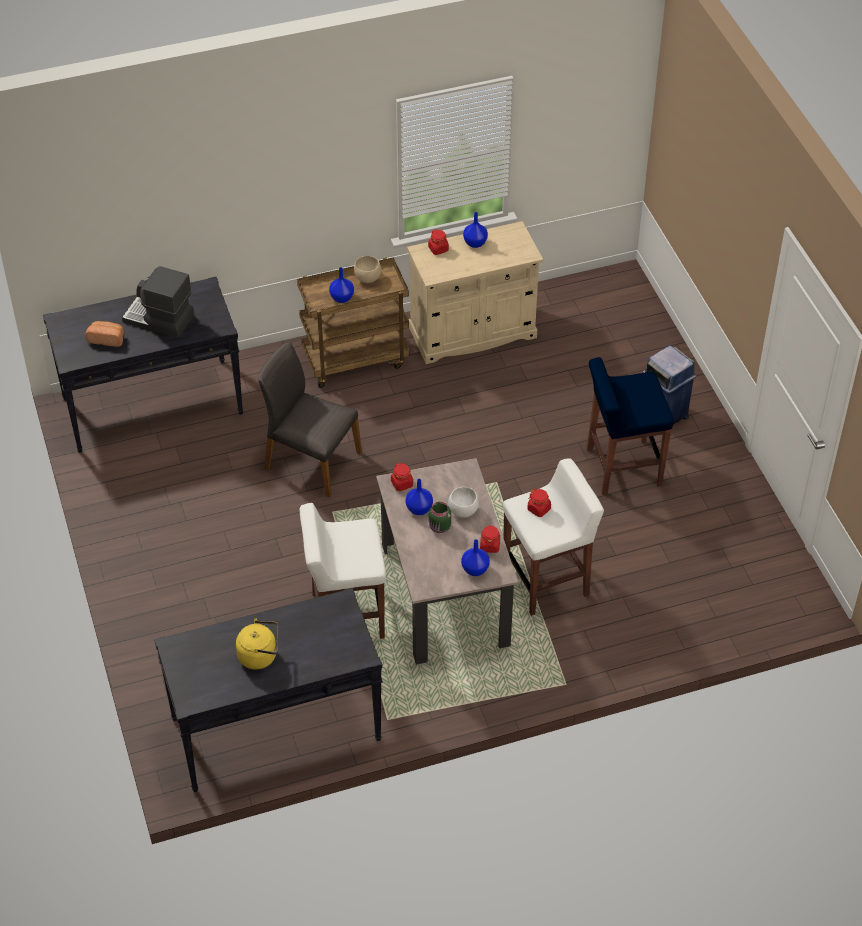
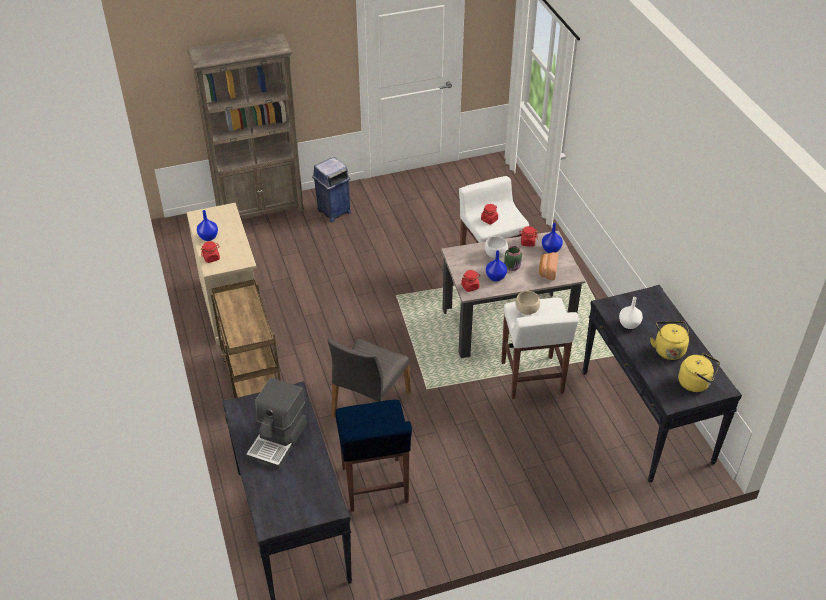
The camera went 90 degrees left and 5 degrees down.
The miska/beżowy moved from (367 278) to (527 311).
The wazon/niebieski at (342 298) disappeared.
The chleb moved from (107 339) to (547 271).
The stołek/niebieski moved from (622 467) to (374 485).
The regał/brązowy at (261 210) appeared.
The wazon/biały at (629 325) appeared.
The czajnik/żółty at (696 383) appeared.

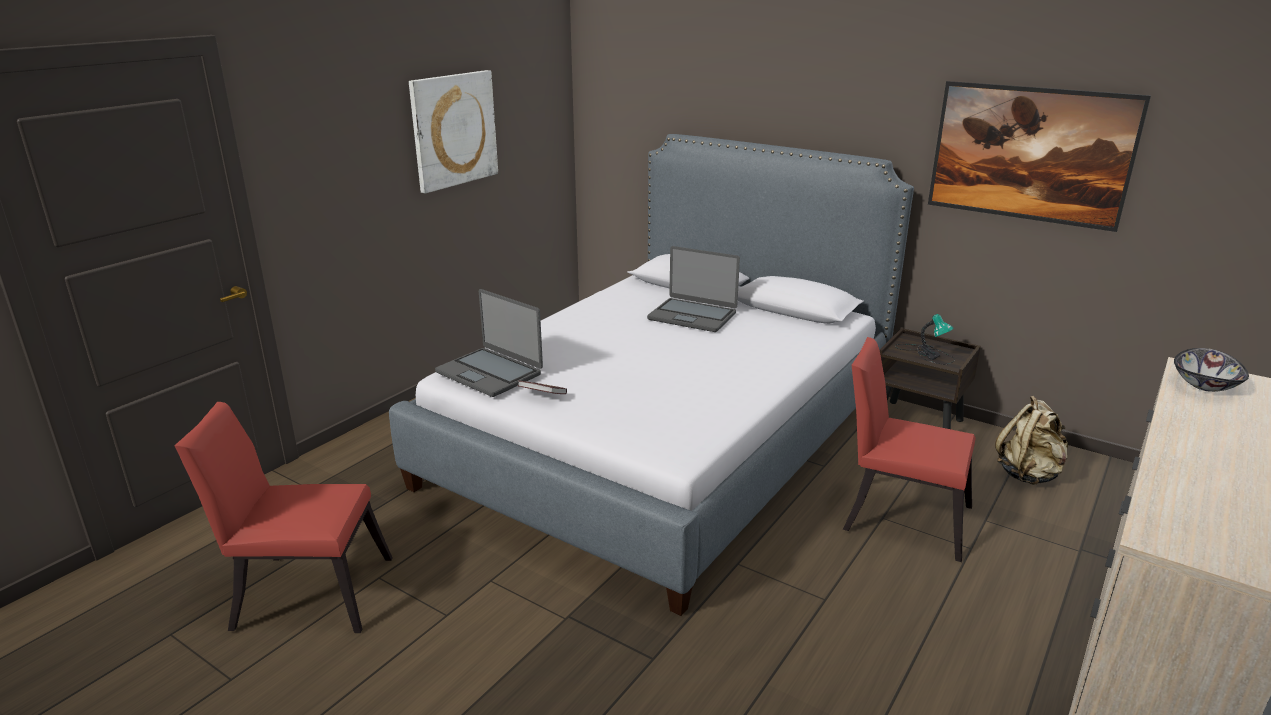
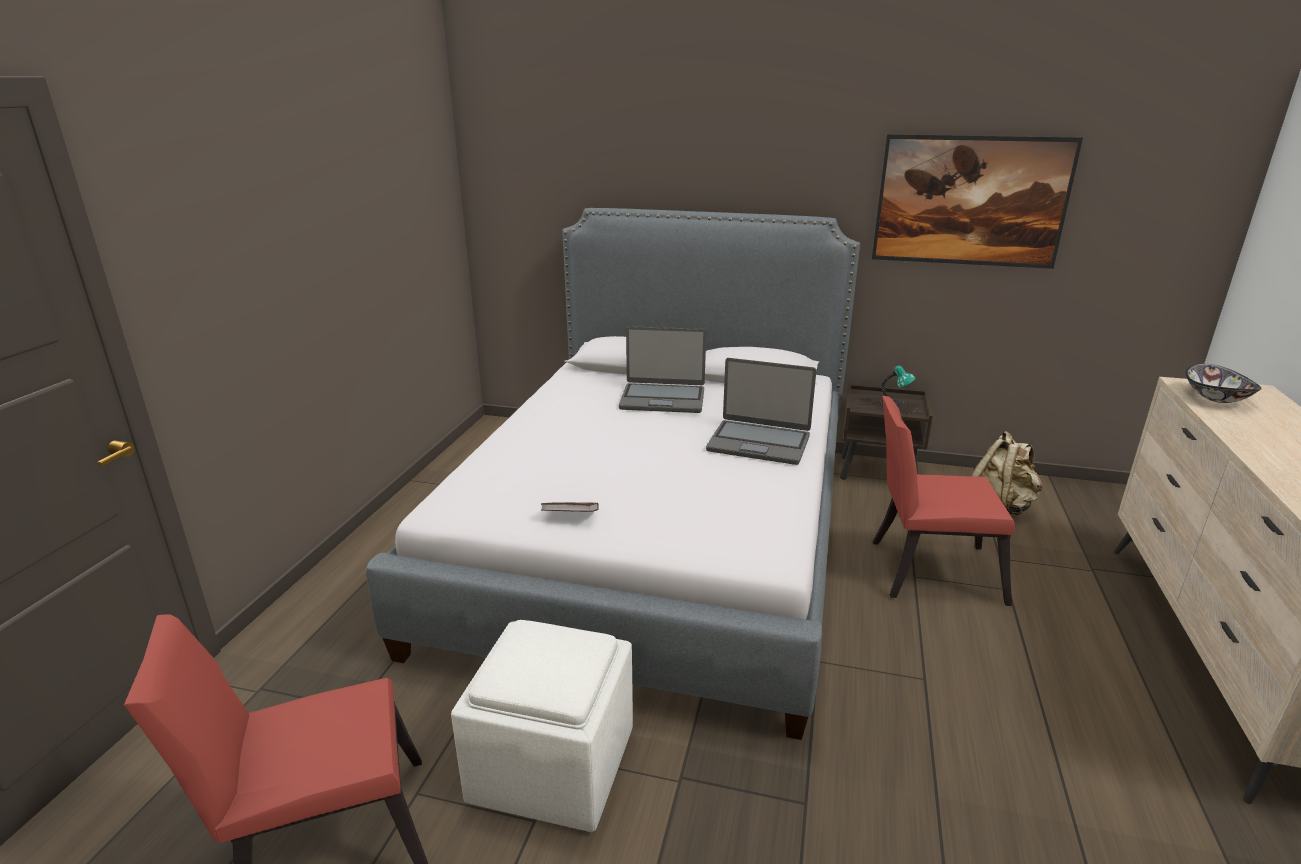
The camera went 20 degrees left and 0 degrees up.
The obraz at (453 130) disappeared.
The laptop moved from (490 373) to (759 443).
The pufa/biały at (555 765) appeared.

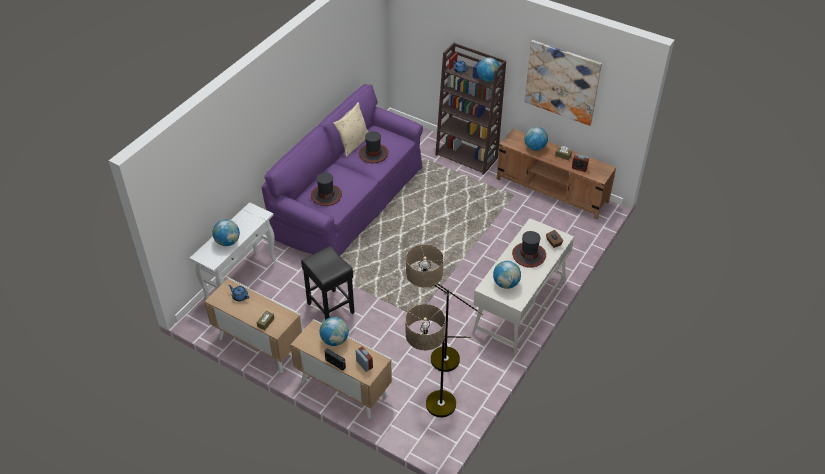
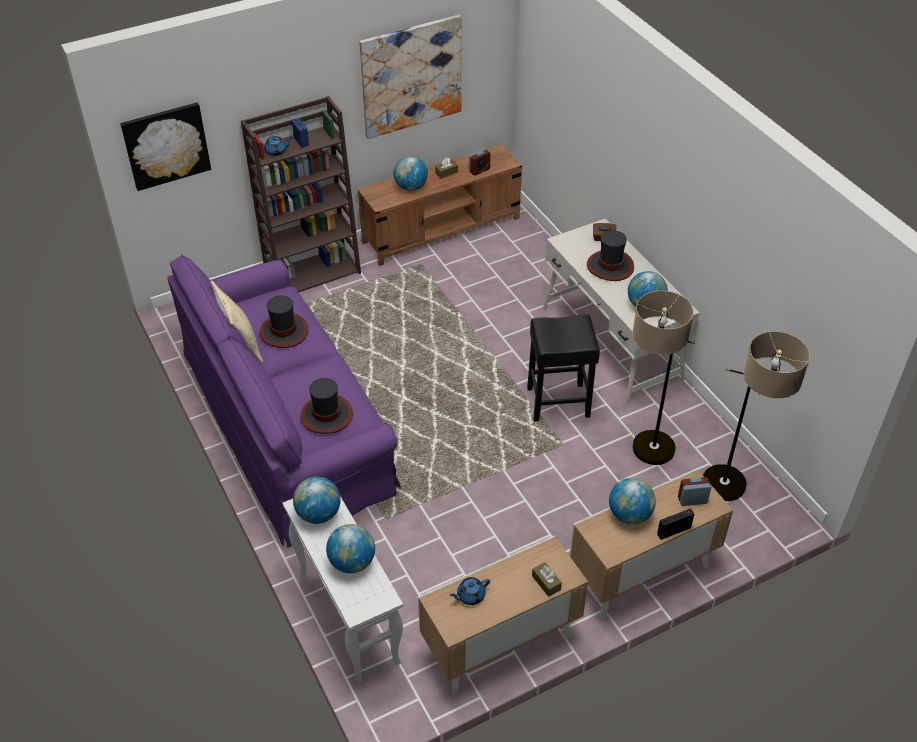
The camera went 60 degrees left and 0 degrees up.
The globus moved from (488 79) to (318 514).
The stołek/czarny moved from (331 308) to (559 402).
The obraz at (166 145) appeared.

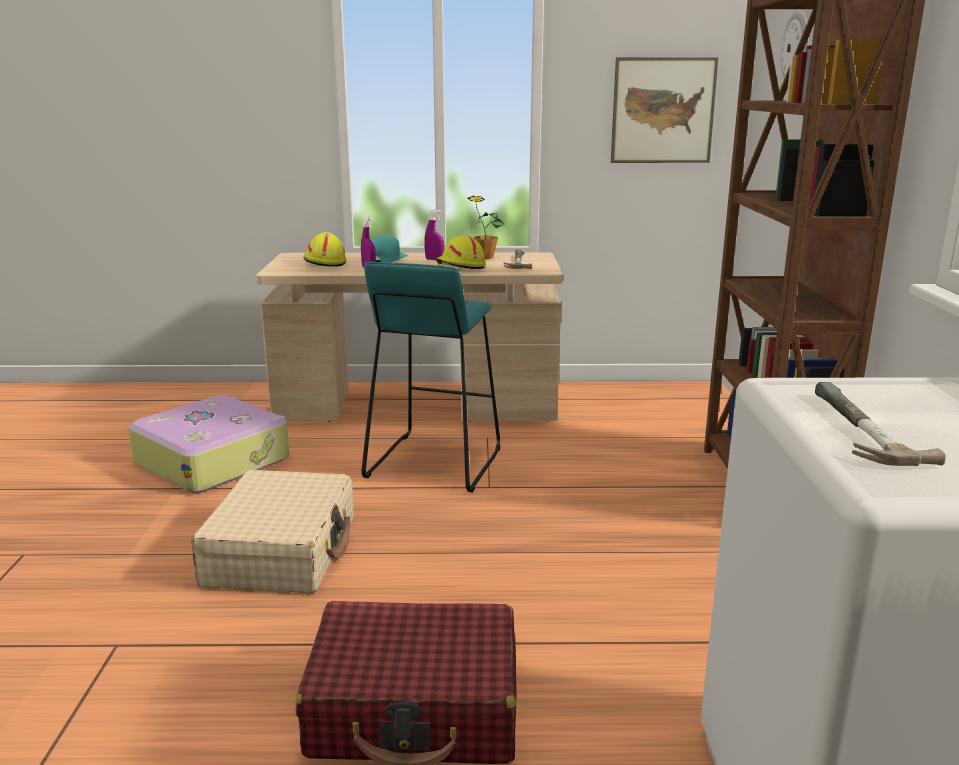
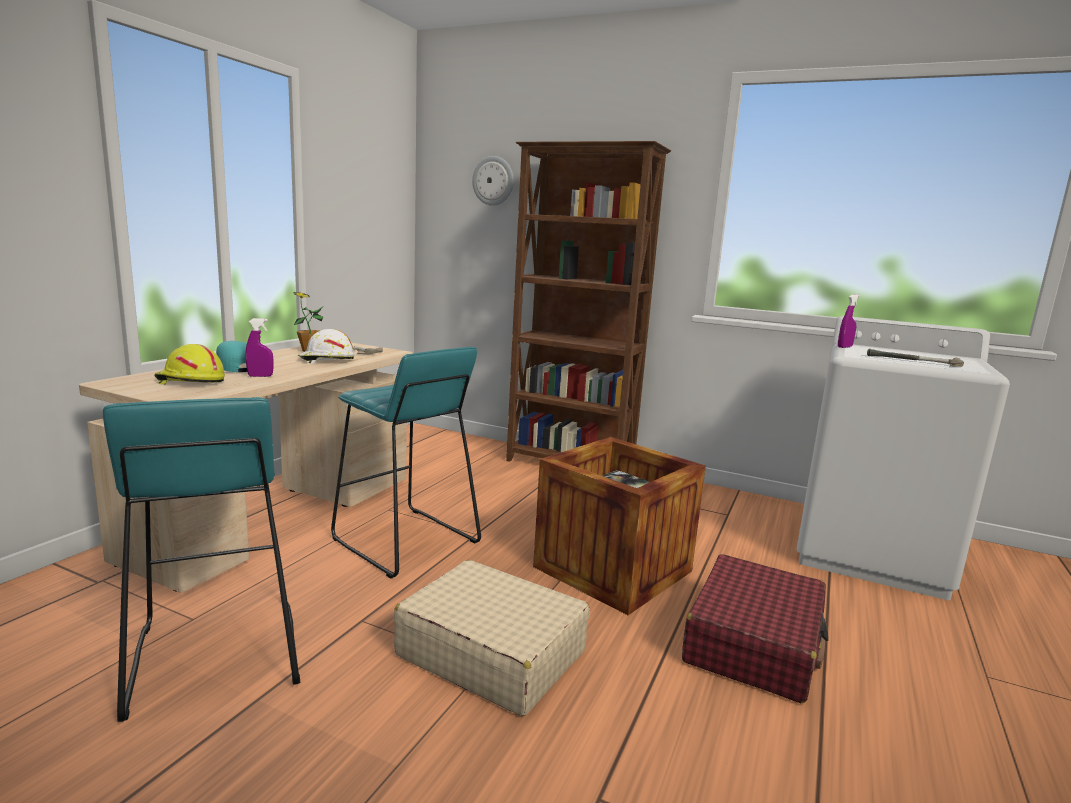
The camera went 65 degrees left and 5 degrees down.
The obraz at (663 111) disappeared.
The spryskiwacz/fioletowy moved from (434 259) to (844 347).
The kask/żółty at (460 266) became the kask/biały at (326 360).
The walizka at (213 460) was replaced by the stołek/turkusowy at (214 657).
The skrzynka at (613 569) appeared.

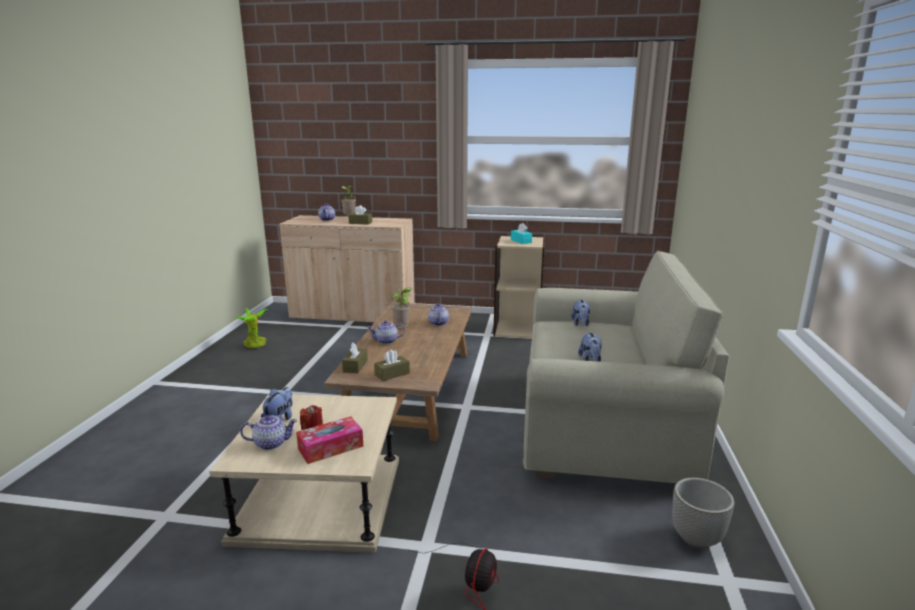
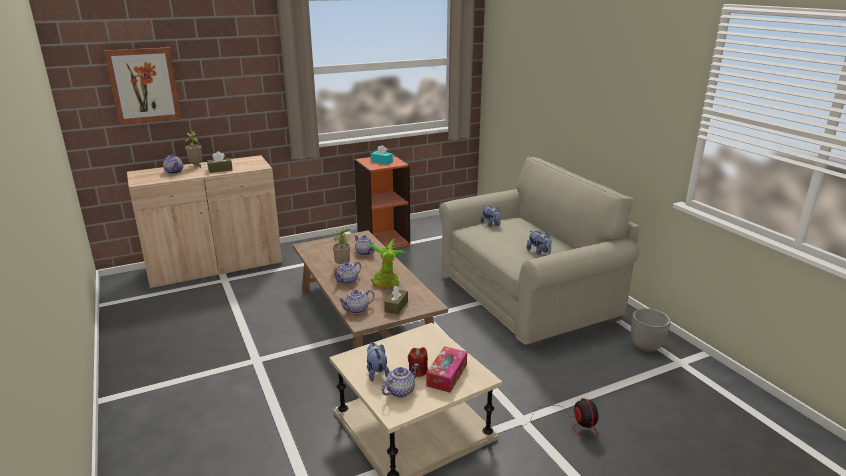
The camera went 35 degrees left and 5 degrees up.
The regał/beżowy at (517 329) became the regał/pomarańczowy at (383 240).
The roślina doniczkowa moved from (255 345) to (386 283).
The pudełko chusteczek/brązowy at (355 366) was replaced by the imbryk at (357 310).
The obraz at (144 85) appeared.

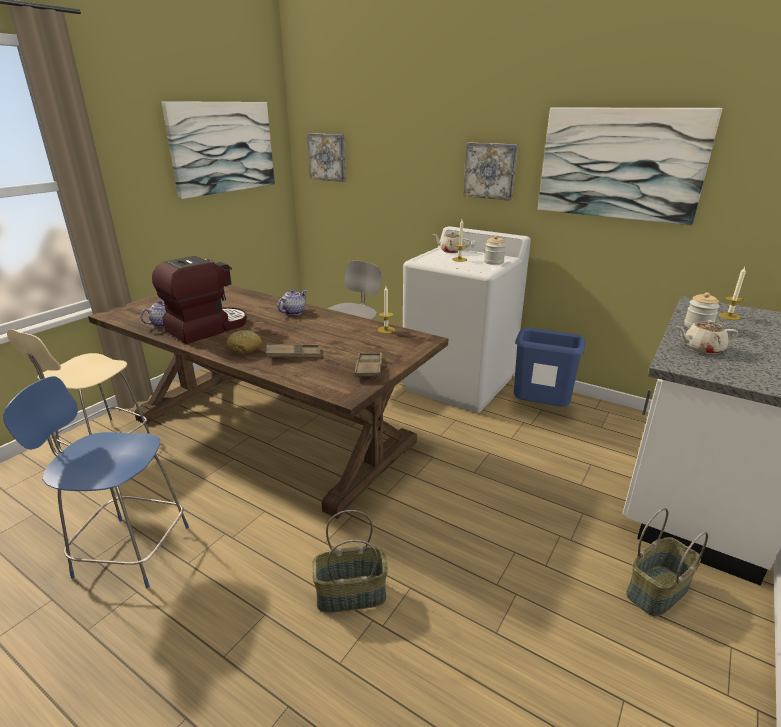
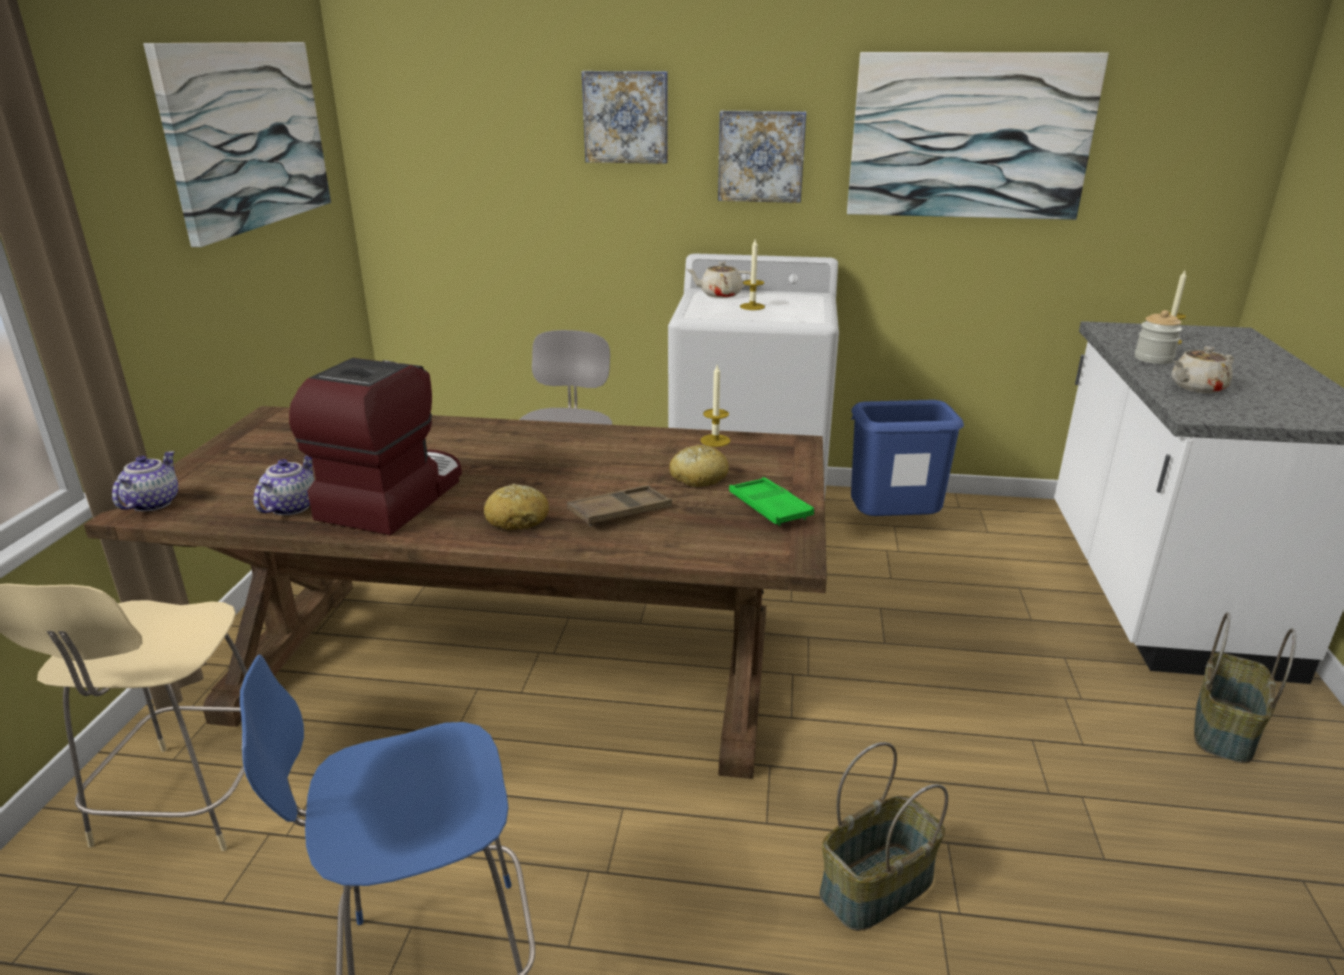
The camera went 25 degrees left and 0 degrees up.
The obraz moved from (328 157) to (626 117).
The słoik at (493 262) disappeared.
The imbryk moved from (293 312) to (152 503).
The taca/brązowy at (369 368) became the taca/zielony at (769 507).
The chleb at (698 477) appeared.

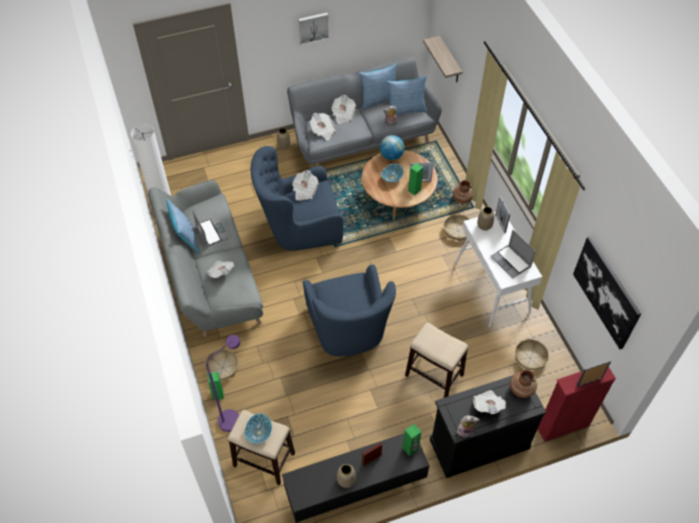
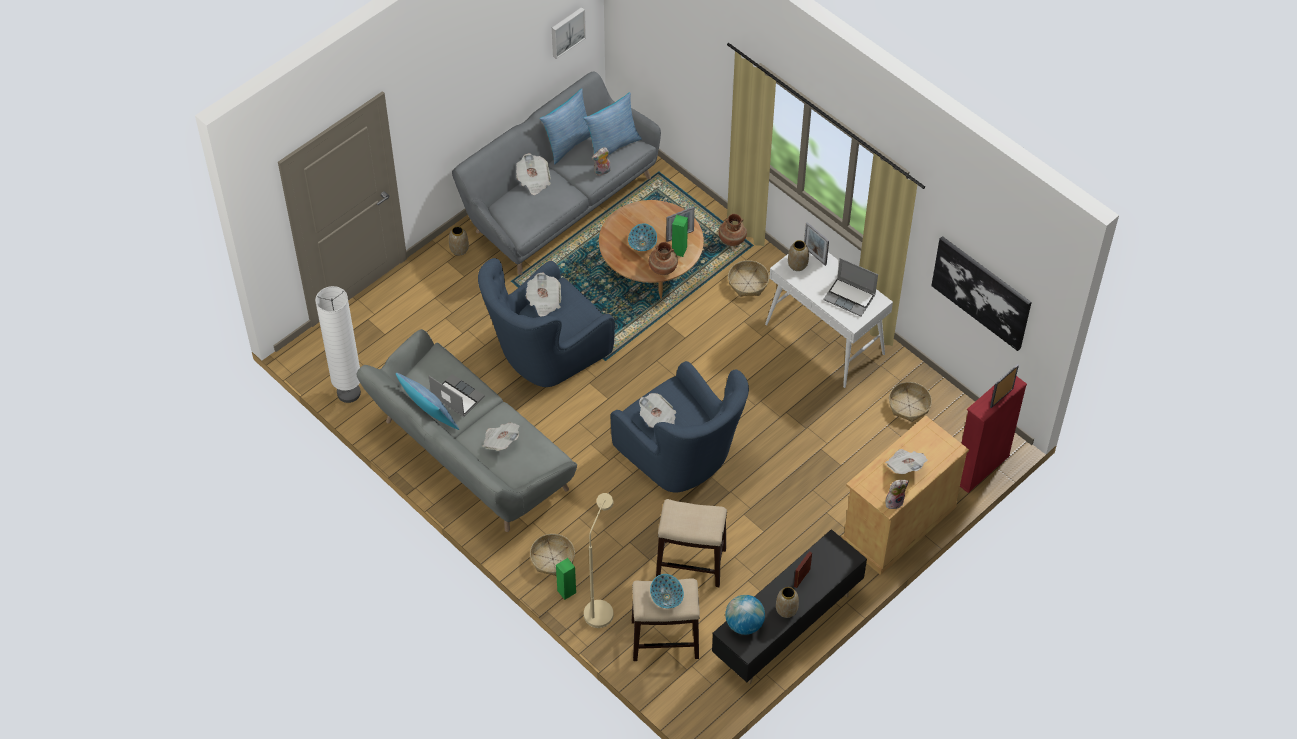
The camera went 25 degrees left and 0 degrees up.
The obraz moved from (313 27) to (567 31).
The półka at (449 61) disappeared.
The gazeta moved from (323 131) to (658 419).
The globus moved from (391 156) to (744 624).
The stołek moved from (433 375) to (690 563).
The lampa stojąca/fioletowy at (234 416) became the lampa stojąca/beżowy at (600 607).
The wazon/brązowy moved from (521 389) to (662 268).
The szafka/czarny at (479 443) became the szafka/beżowy at (898 524).
The głośnik/zielony at (410 449) disappeared.

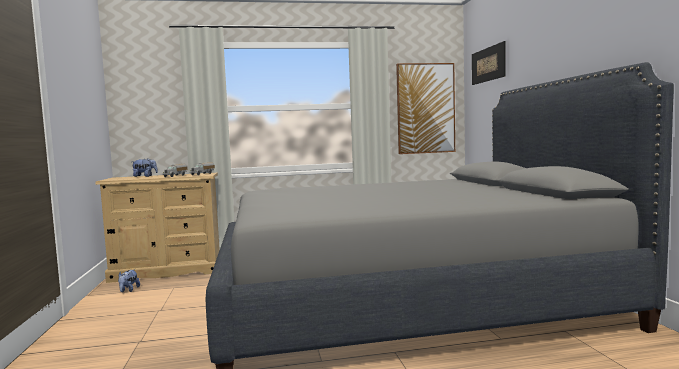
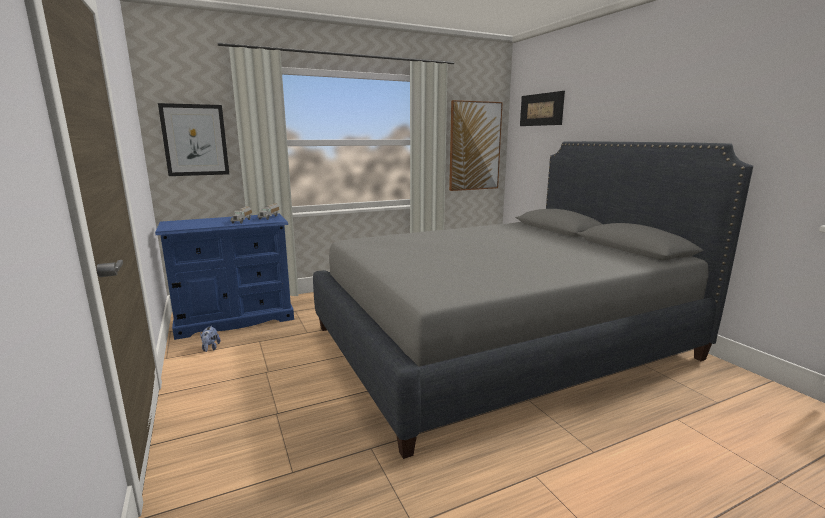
The camera went 15 degrees left and 10 degrees up.
The pluszak at (145 176) disappeared.
The komoda/beżowy at (168 271) became the komoda/niebieski at (235 319).
The obraz at (195 140) appeared.

